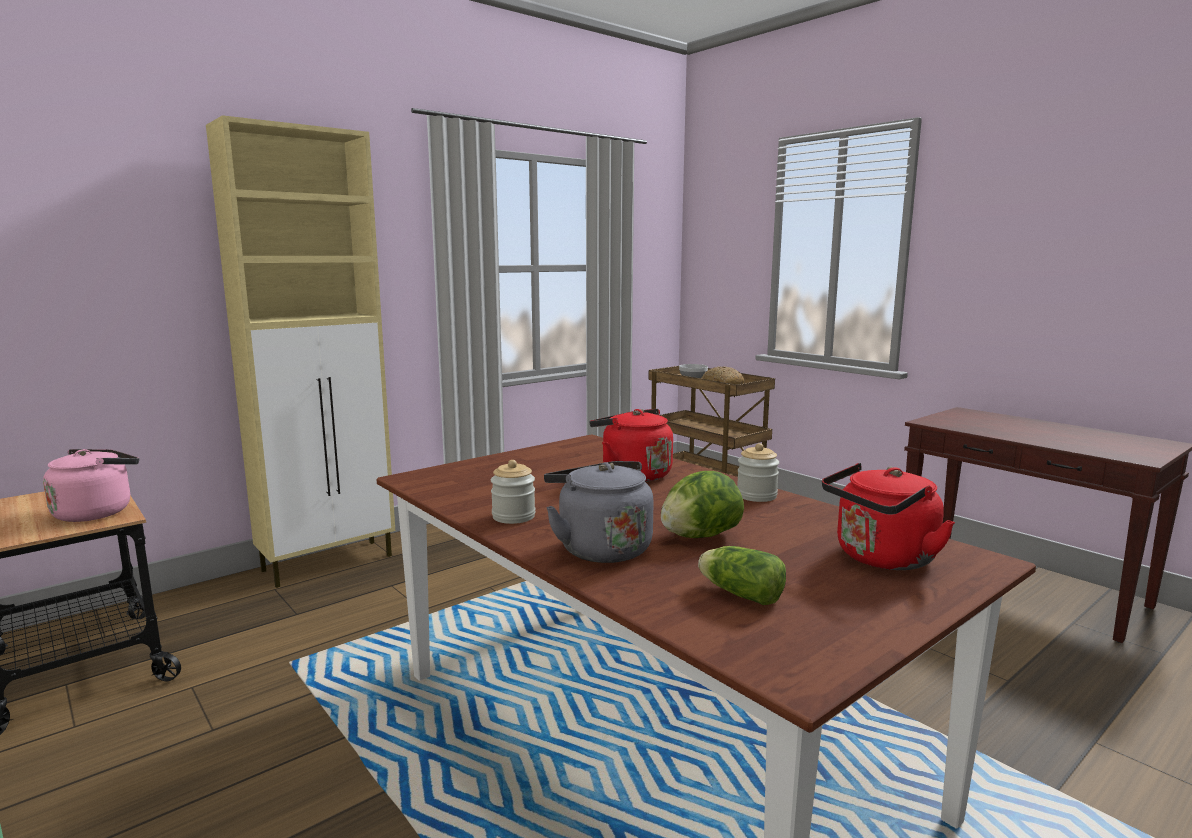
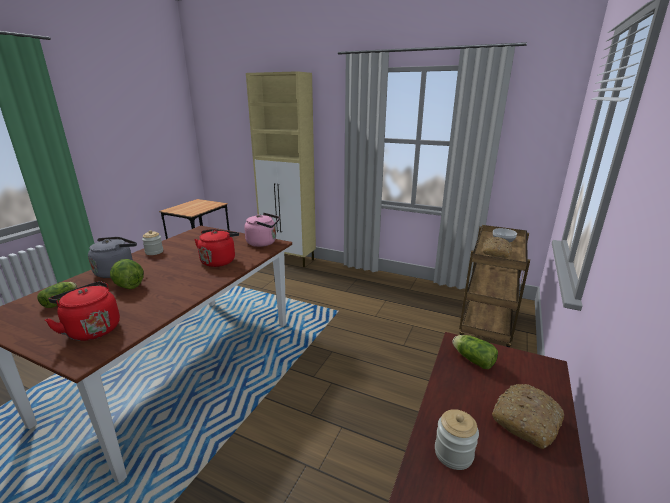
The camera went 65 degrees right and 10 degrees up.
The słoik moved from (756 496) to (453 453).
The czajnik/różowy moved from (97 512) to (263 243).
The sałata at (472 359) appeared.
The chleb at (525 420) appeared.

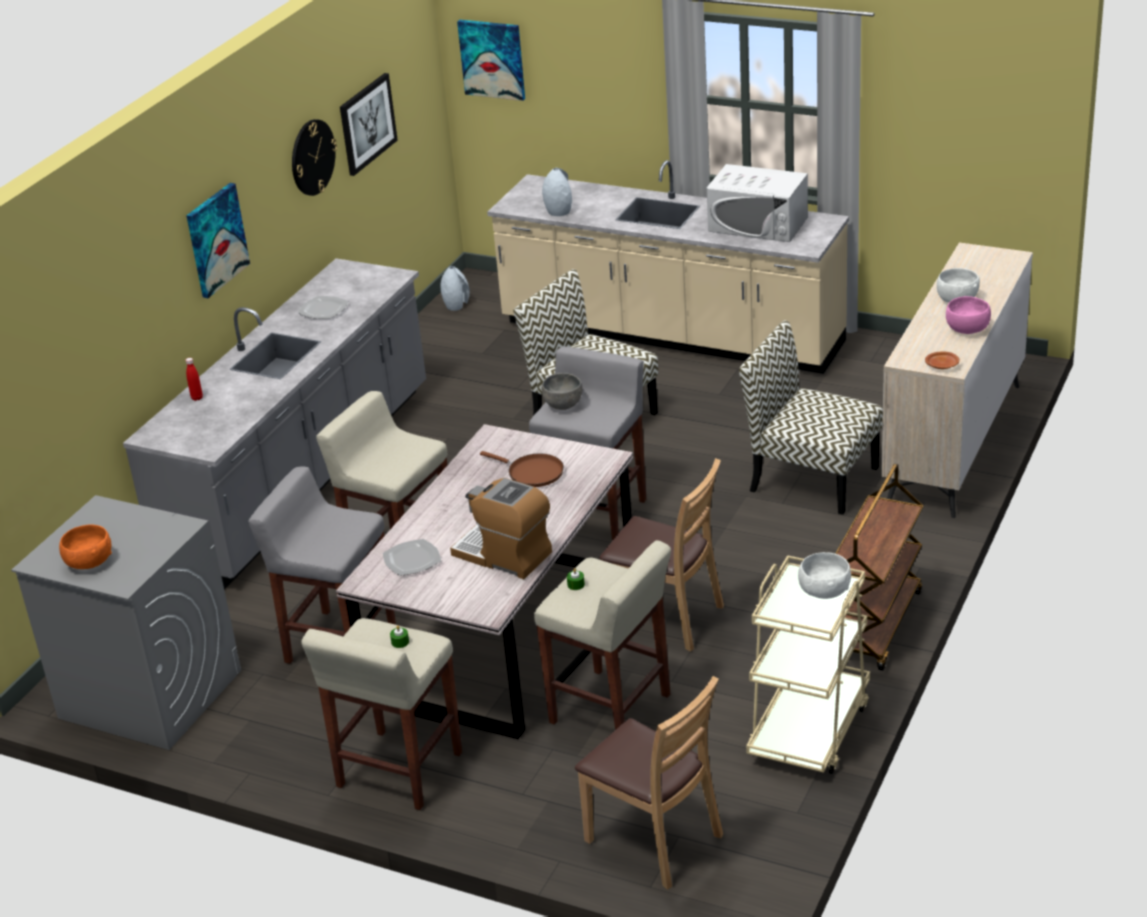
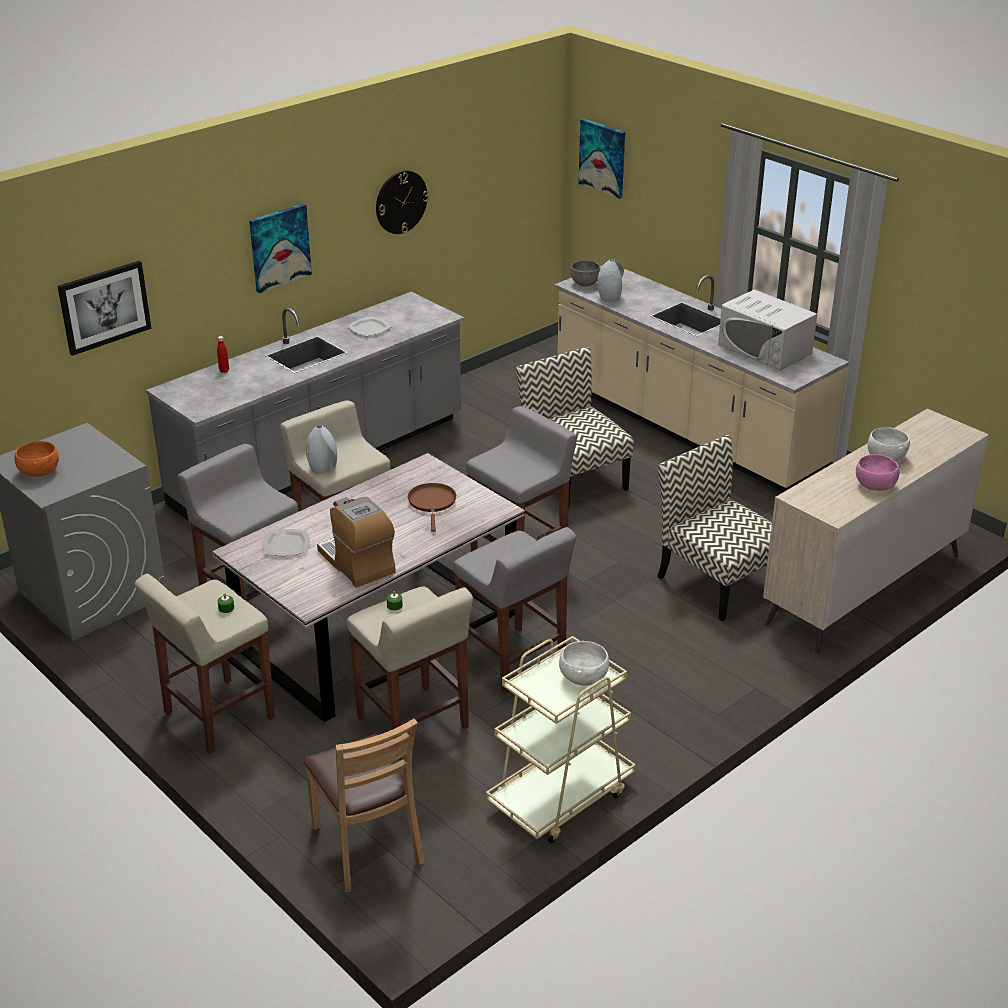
The camera went 20 degrees right and 0 degrees up.
The obraz moved from (367 123) to (104 307).
The wazon/szary moved from (456 305) to (323 468).
The talerz/brązowy at (942 365) disappeared.
The miska/szary moved from (562 405) to (584 284).
The patelnia/brązowy at (532 473) turned 150 degrees counterclockwise.
The krzesło/brązowy at (667 617) was replaced by the stołek/szary at (513 661).
The wózek/brązowy at (875 626) disappeared.

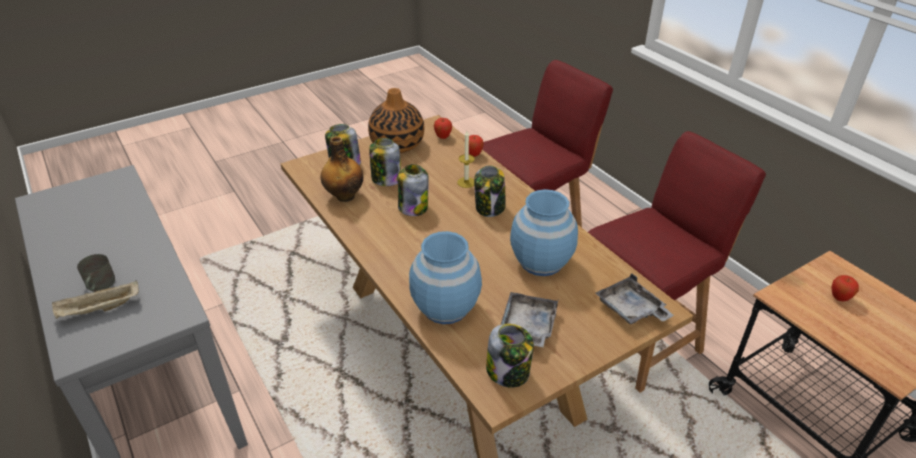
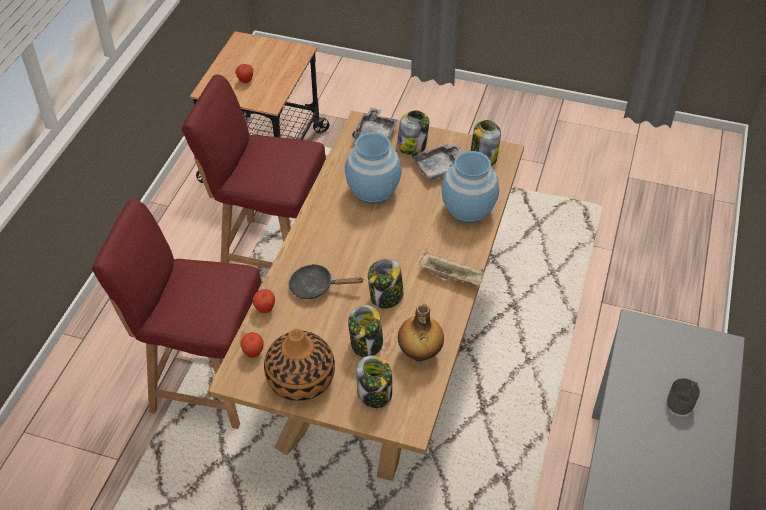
The camera went 130 degrees left and 10 degrees up.
The świeca at (466 182) was replaced by the patelnia/czarny at (316 287).
The słoik moved from (490 208) to (412 146).
The taca/beżowy moved from (99 310) to (452 276).

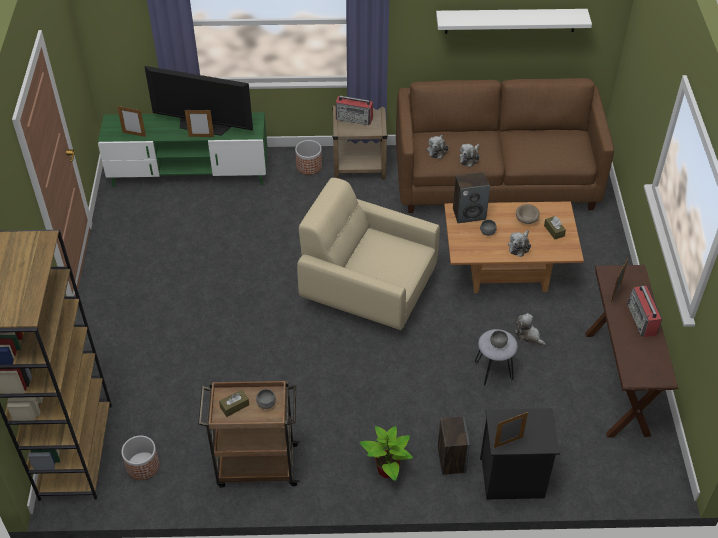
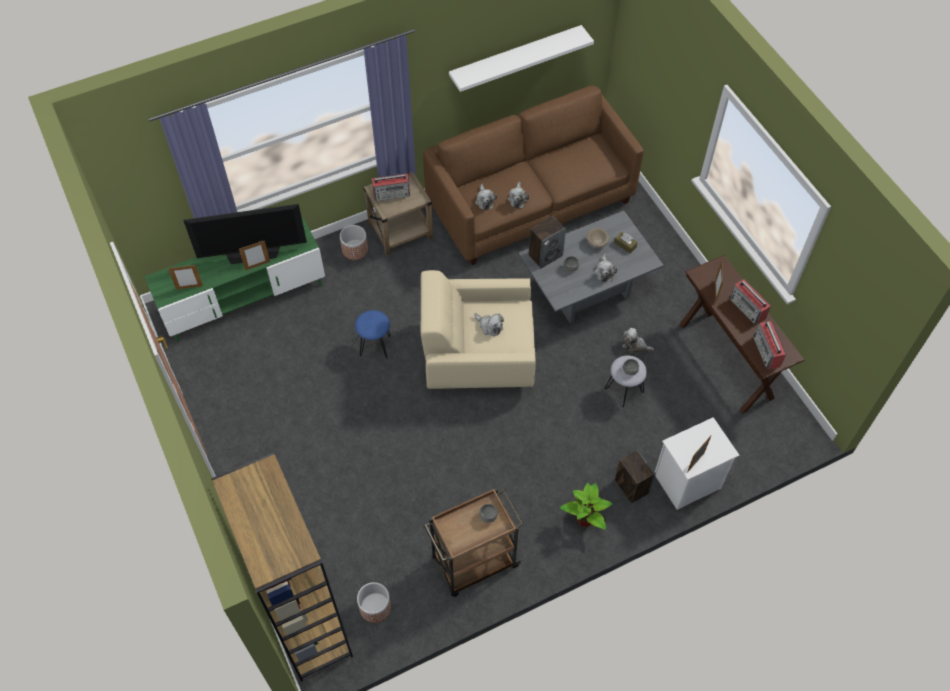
The camera went 25 degrees left and 10 degrees up.
The ława/brązowy at (506 271) became the ława/szary at (585 291).
The pudełko chusteczek/brązowy at (234 406) disappeared.
The szafka nocna/czarny at (511 479) became the szafka nocna/biały at (687 483).
The stołek/niebieski at (375 346) appeared.
The pluszak at (489 326) appeared.
The radio at (766 352) appeared.

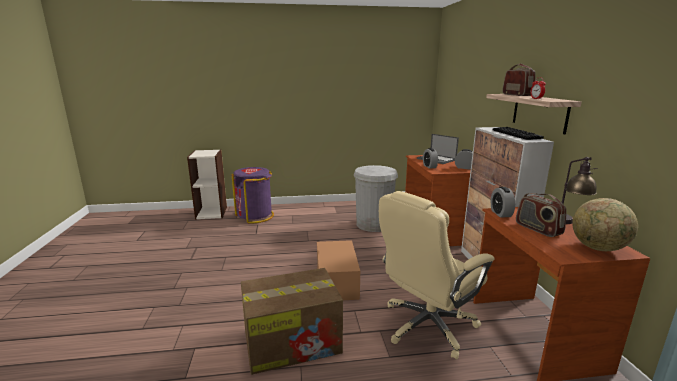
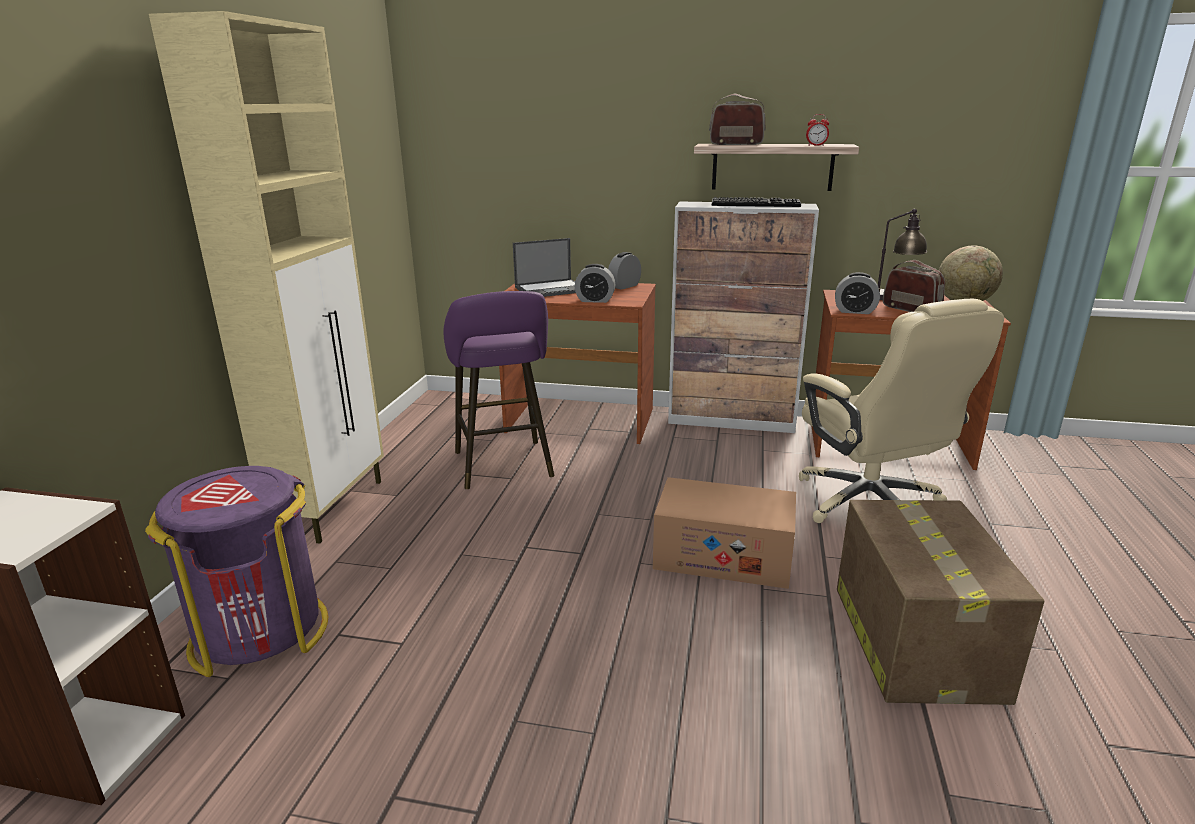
The camera went 70 degrees left and 5 degrees up.
The kosz na śmieci/biały at (373 224) was replaced by the stołek/fioletowy at (504 467).
The radio at (537 229) turned 120 degrees counterclockwise.
The szafka/beżowy at (331 507) appeared.

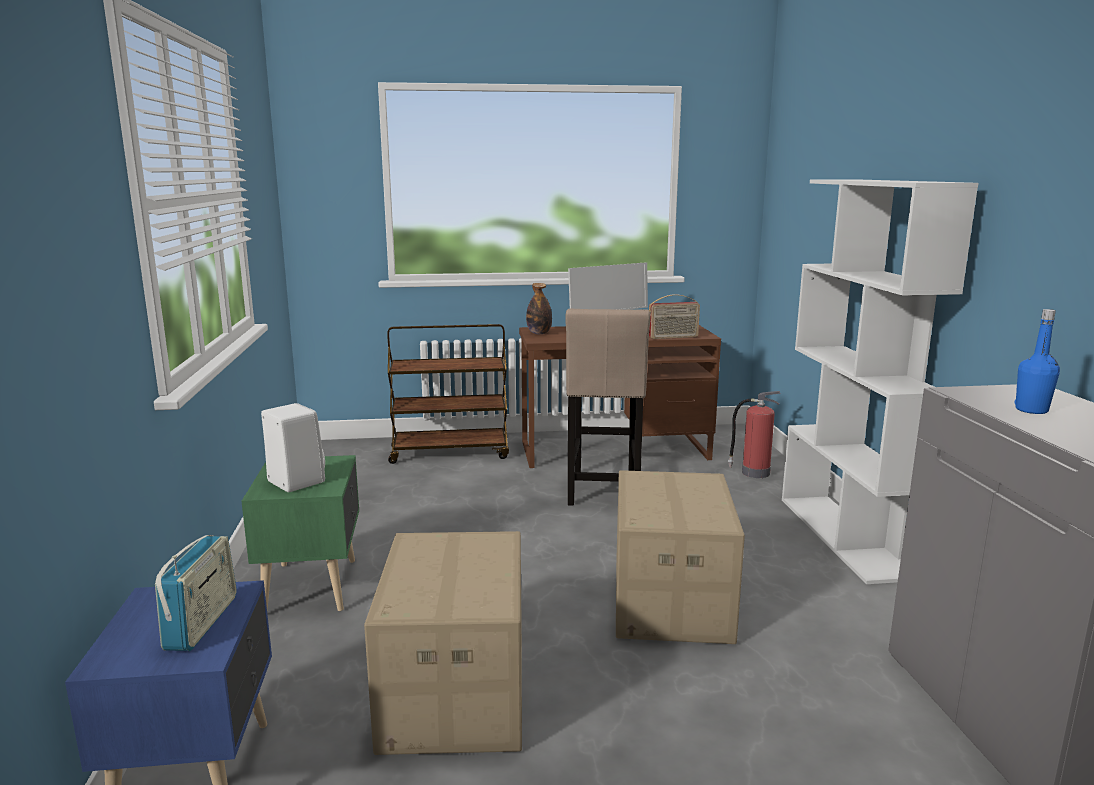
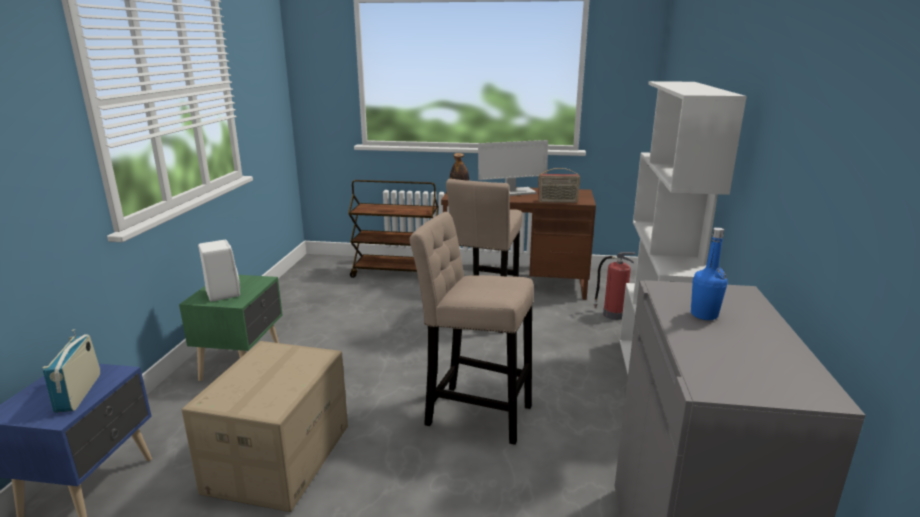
The camera went 15 degrees right and 5 degrees up.
The karton at (669 600) was replaced by the stołek/beżowy at (473 412).
The radio at (202 622) turned 150 degrees clockwise.

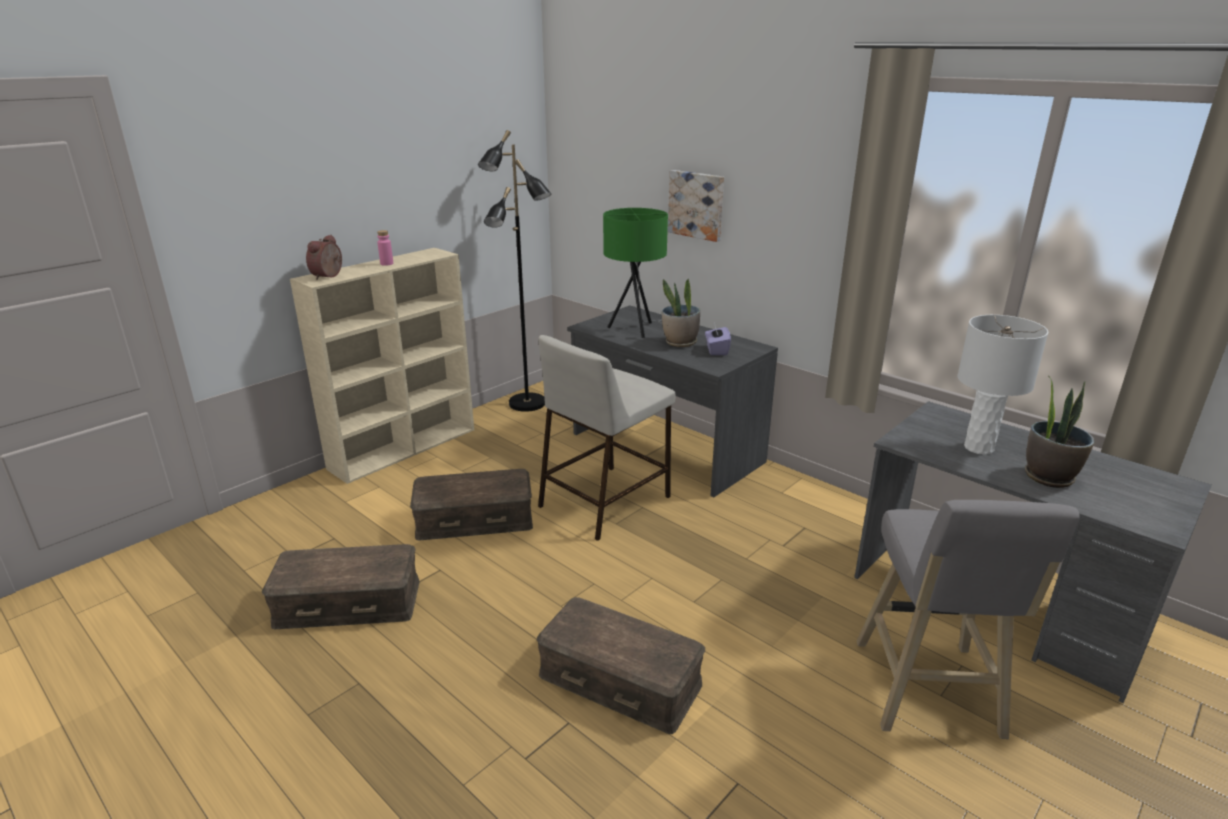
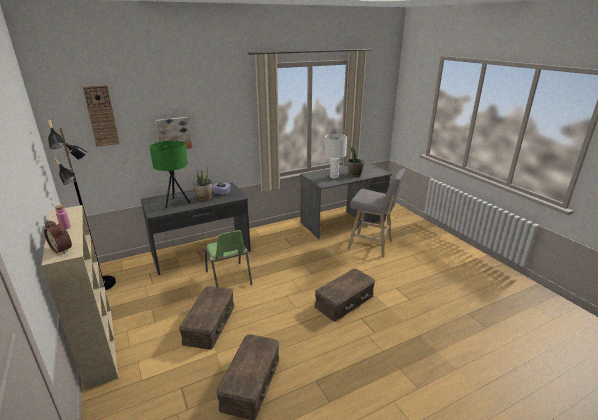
The camera went 70 degrees left and 0 degrees up.
The stołek/beżowy at (605 500) was replaced by the krzesło/zielony at (229 278).
The zegar ścienny at (101 116) appeared.

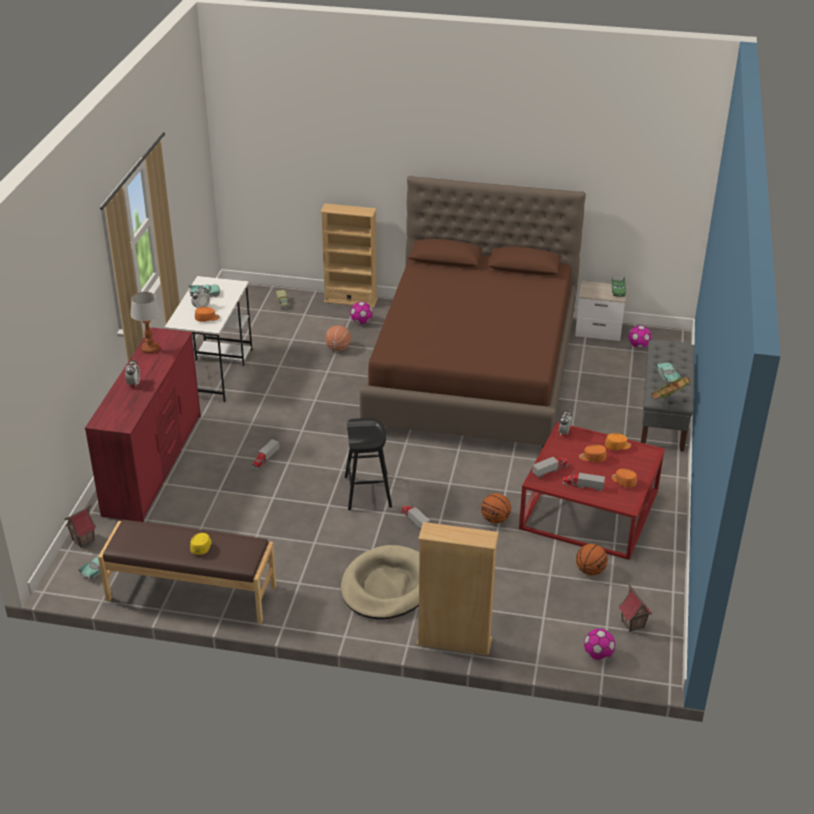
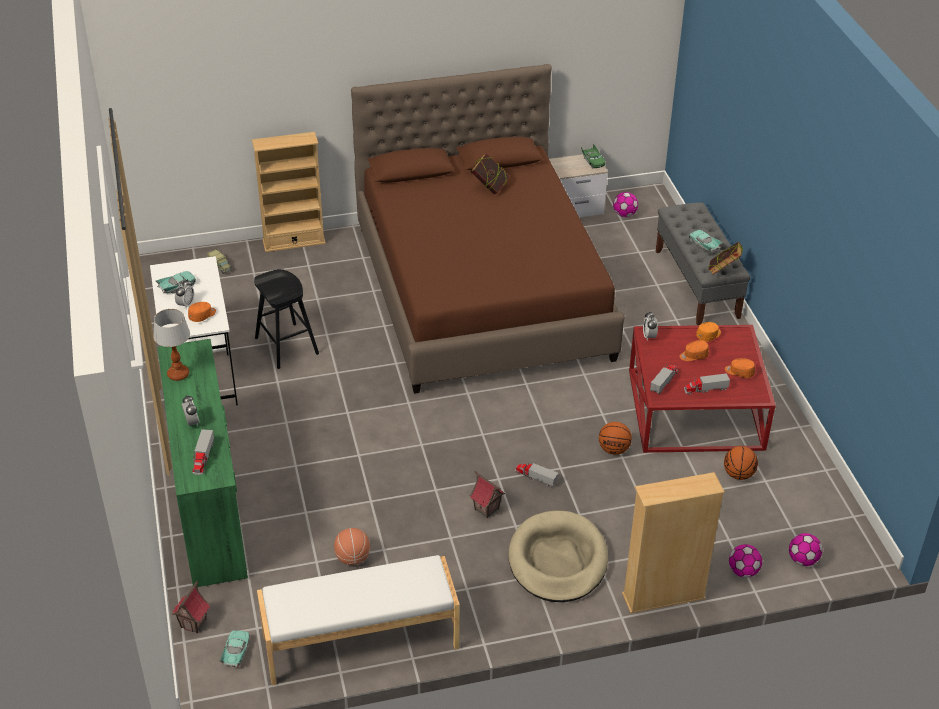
The camera went 25 degrees left and 5 degrees up.
The piłka futbolowa moved from (361 322) to (743 571).
The piłka do koszykówki moved from (338 348) to (352 558).
The komoda/czerwony at (154 464) became the komoda/zielony at (210 504).
The stołek/czarny moved from (368 491) to (286 346).
The ciężarówka zabawkowa moved from (265 459) to (203 457).
The ławka/brązowy at (191 594) became the ławka/biały at (361 642).
The czapka z daszkiem/żółty at (201 547) disappeared.
The domek moved from (632 624) to (486 509).
The książka at (489 187) appeared.

